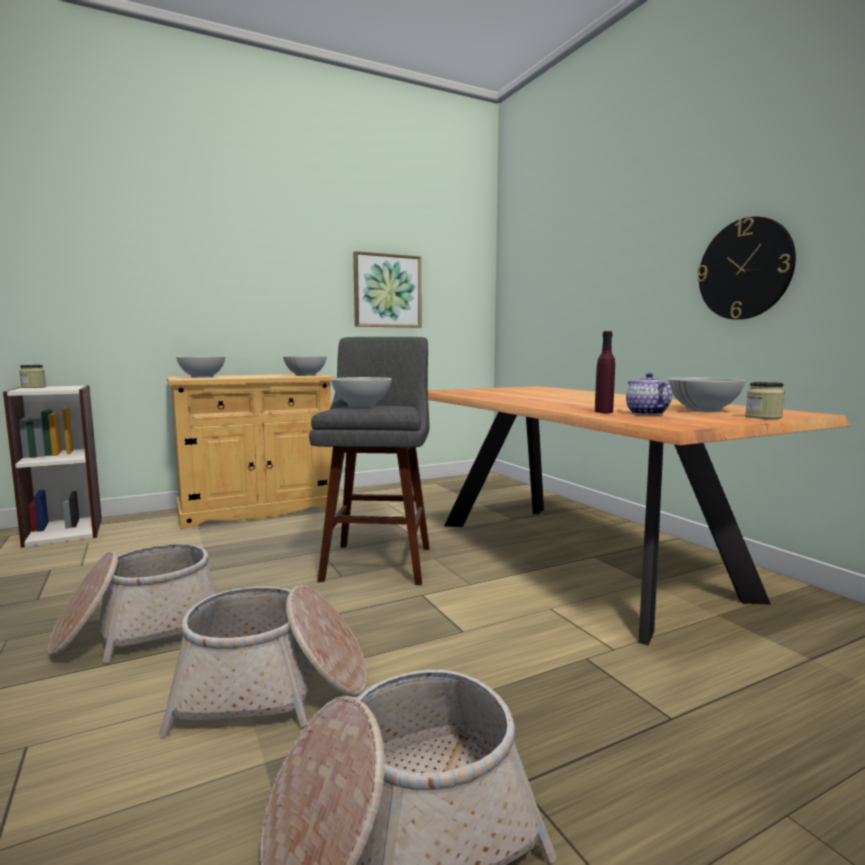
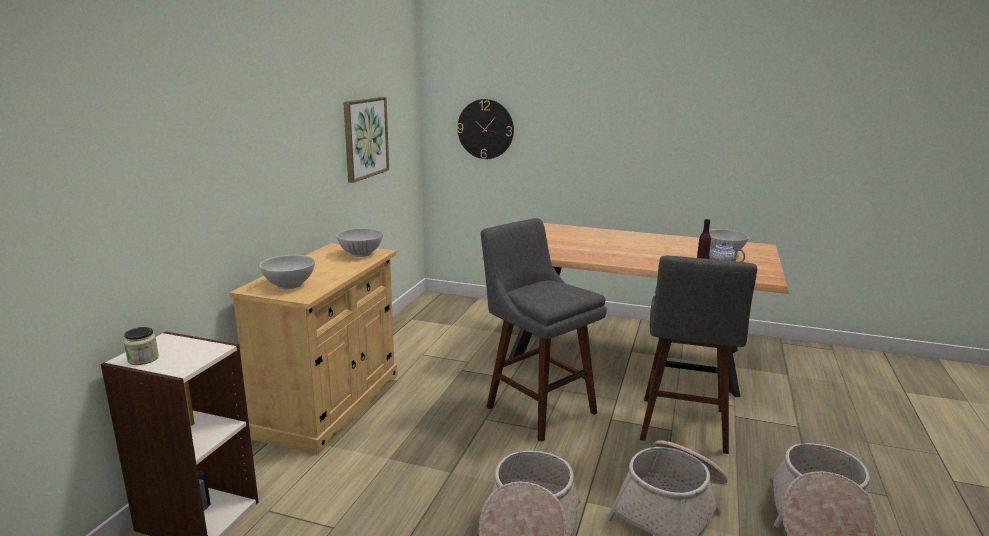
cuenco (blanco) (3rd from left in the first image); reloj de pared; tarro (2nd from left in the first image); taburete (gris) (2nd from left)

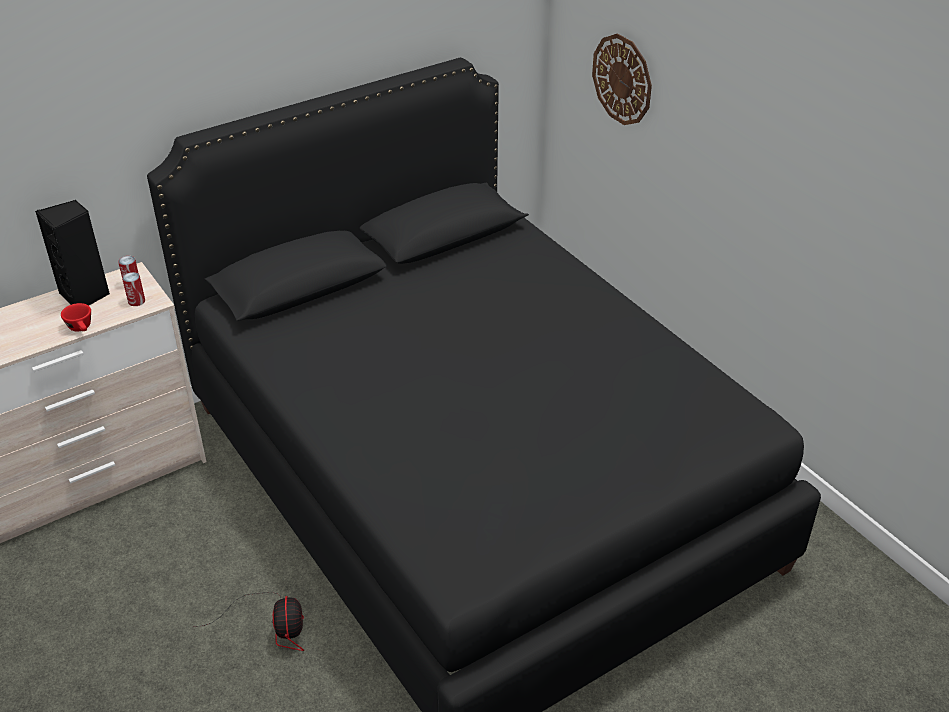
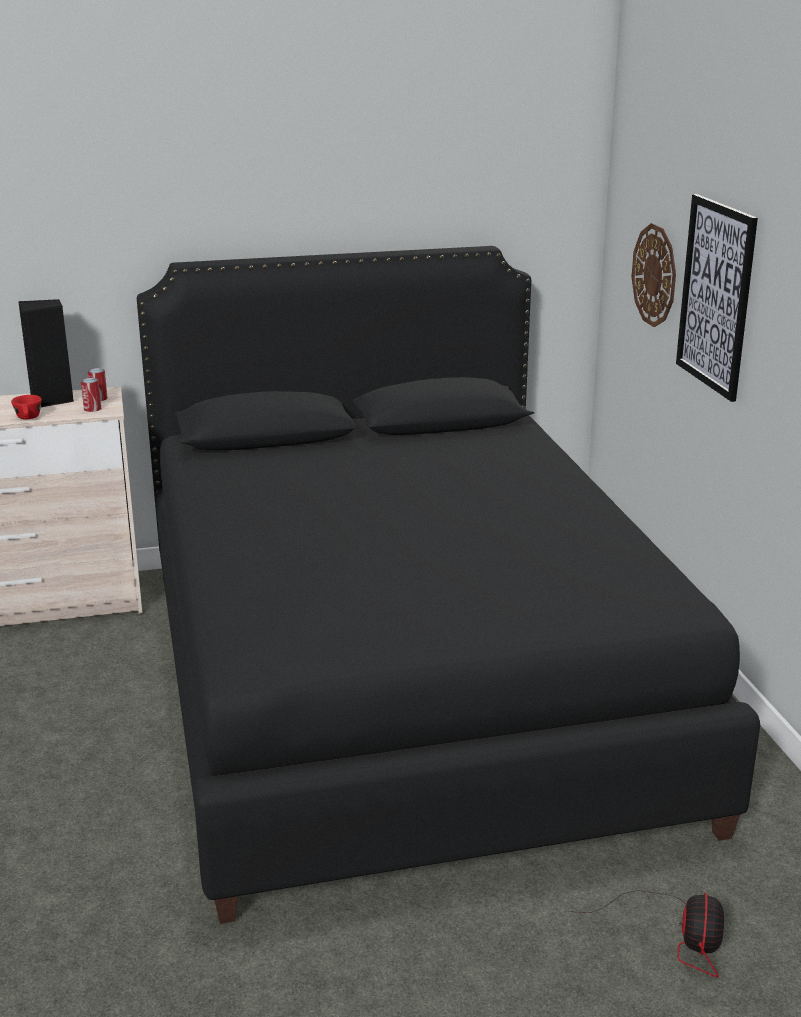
ventilador; cuadro

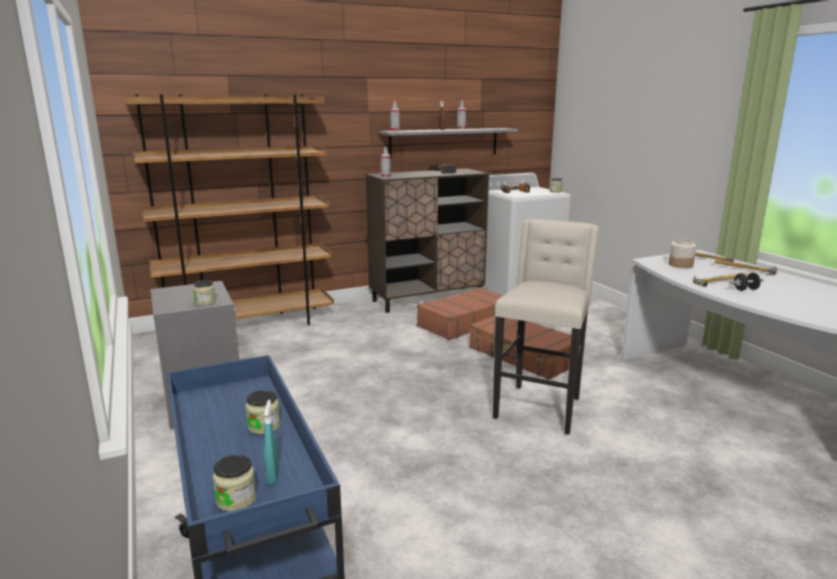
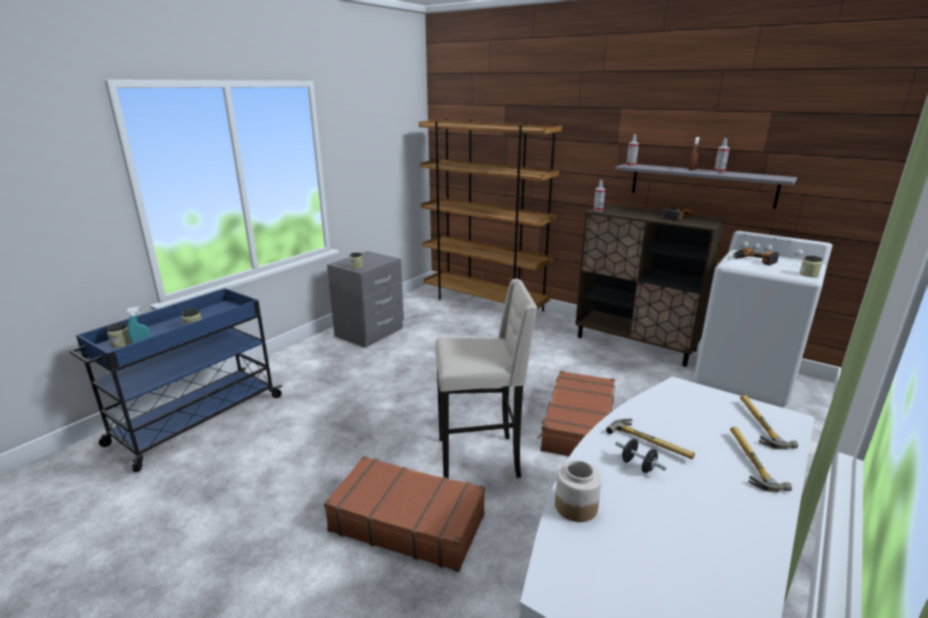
maleta (marrón) (1st from left); tarro (4th from left)

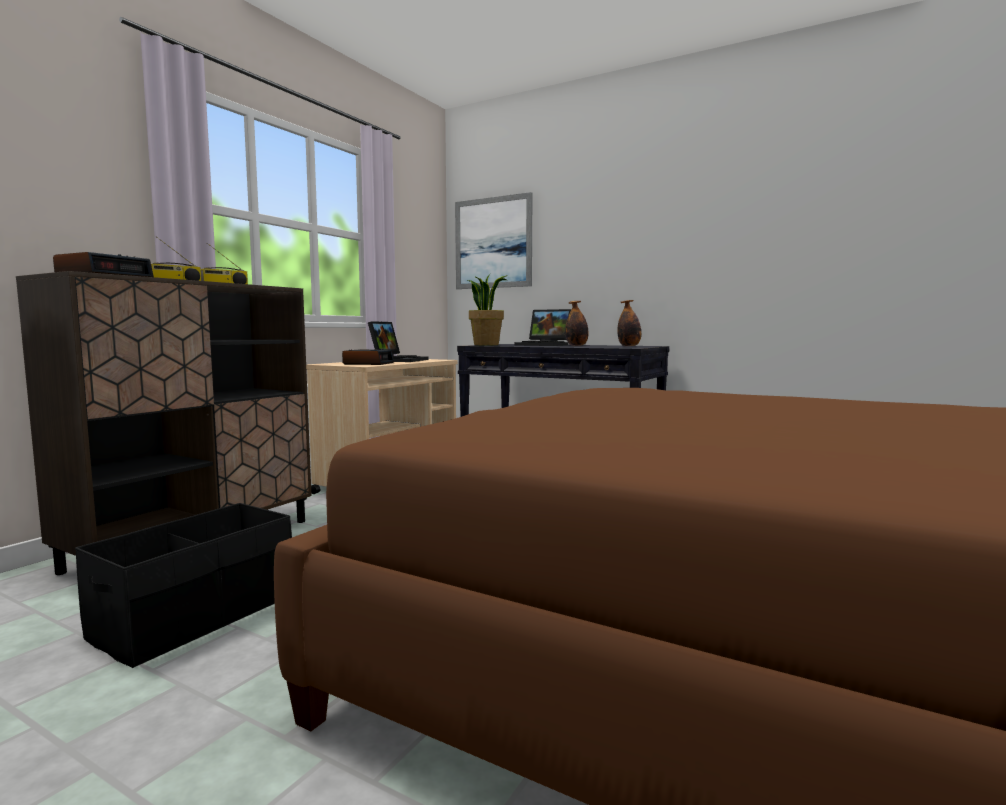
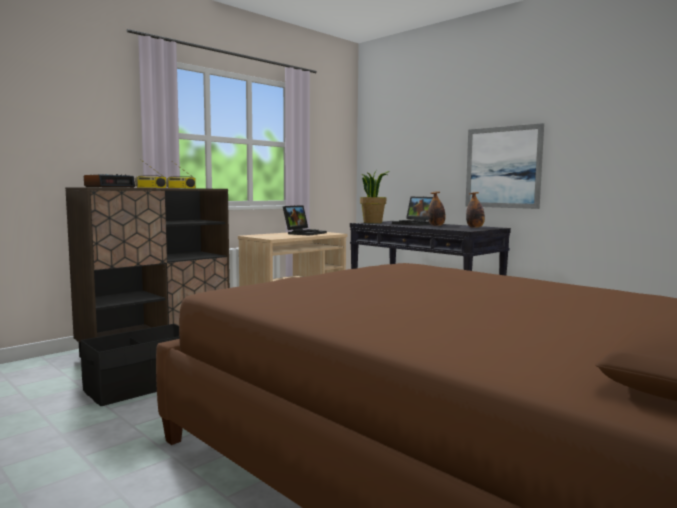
despertador (2nd from left in the first image); cuadro

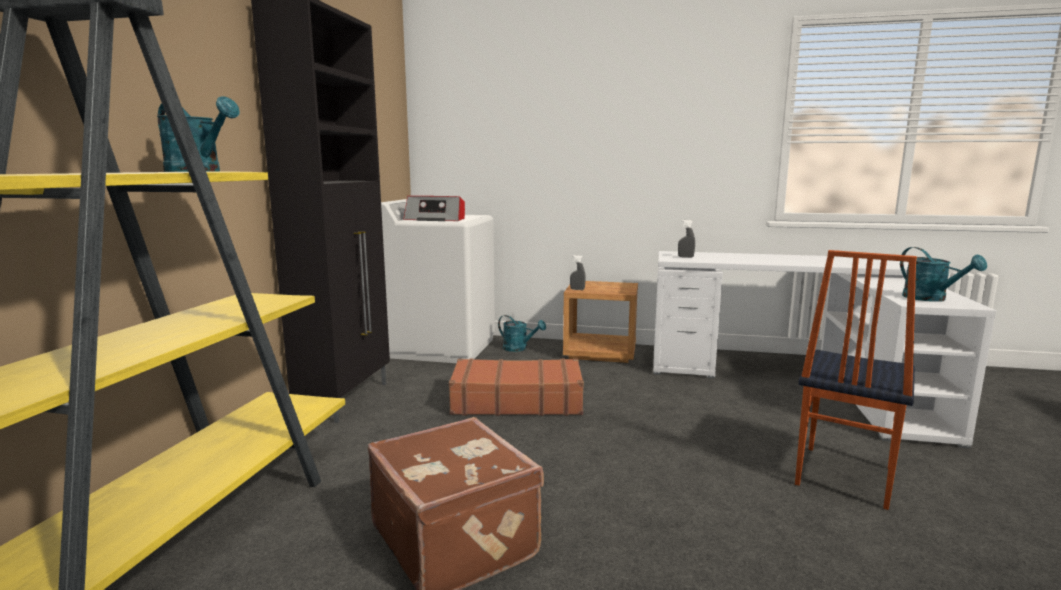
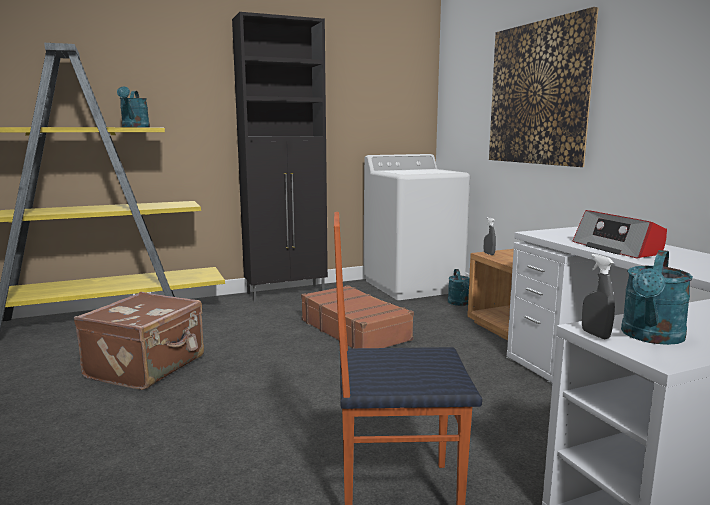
radio; pulverizador (gris) (2nd from left); cuadro

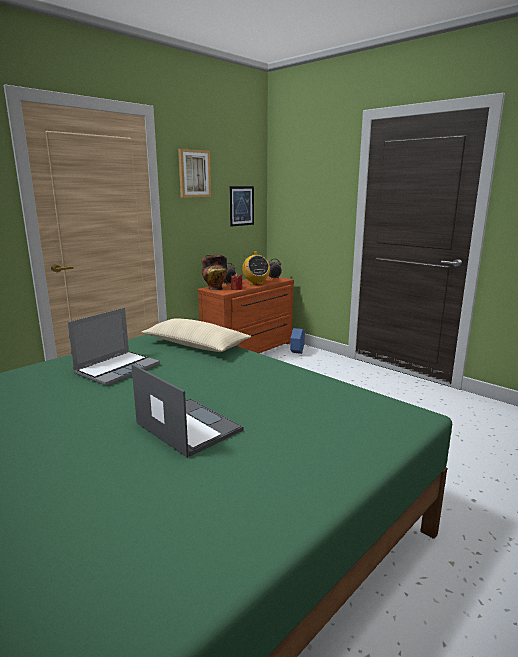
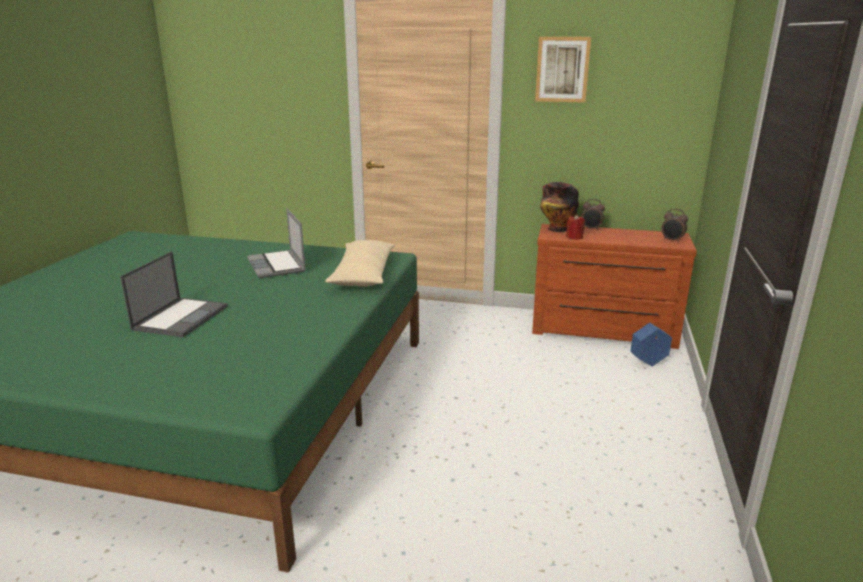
portátil (2nd from left); cuadro (2nd from left in the first image); radio

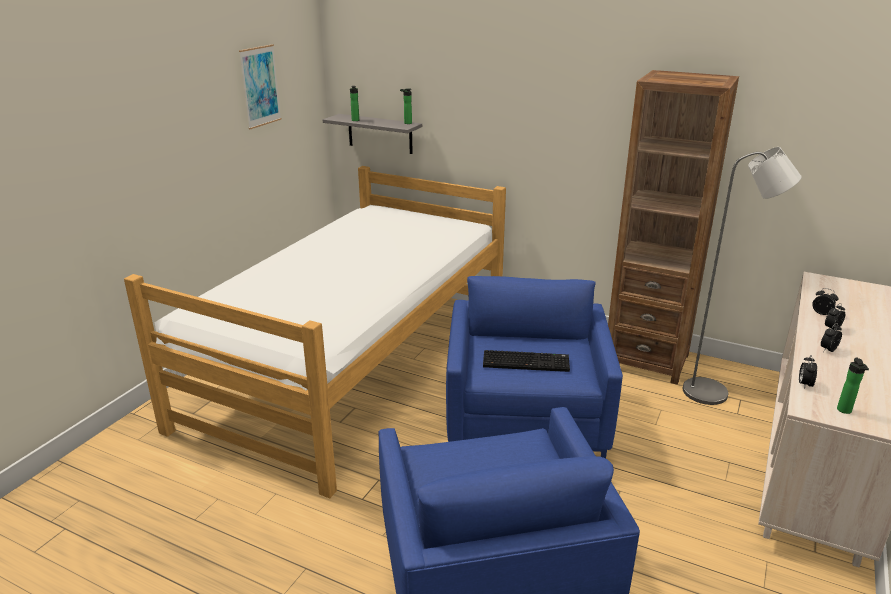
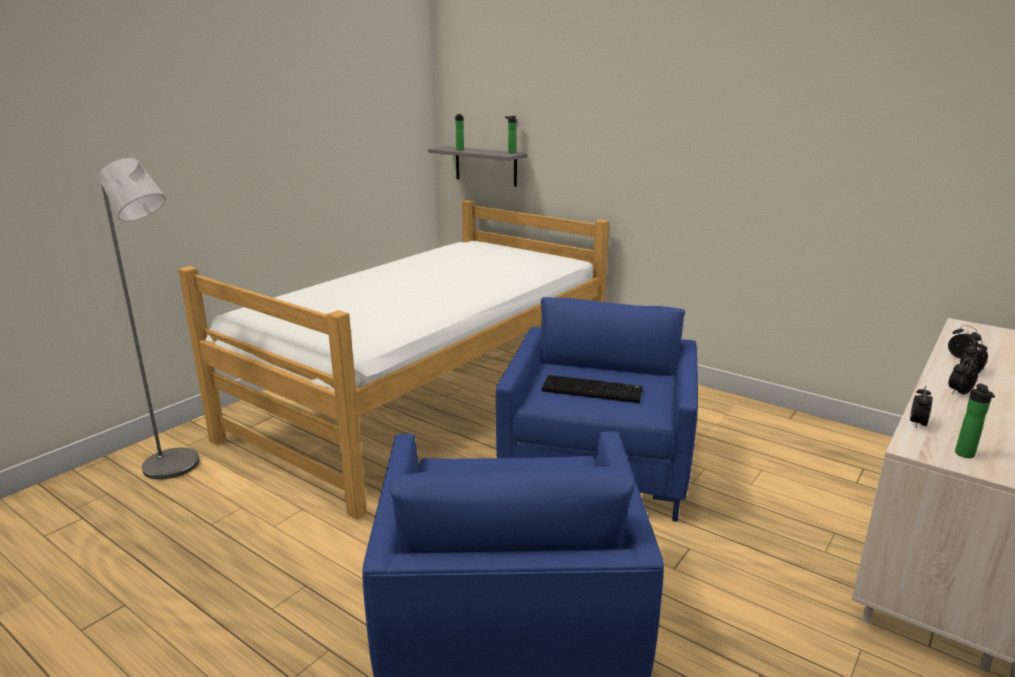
cuadro; estantería (marrón); lámpara de pie (gris)

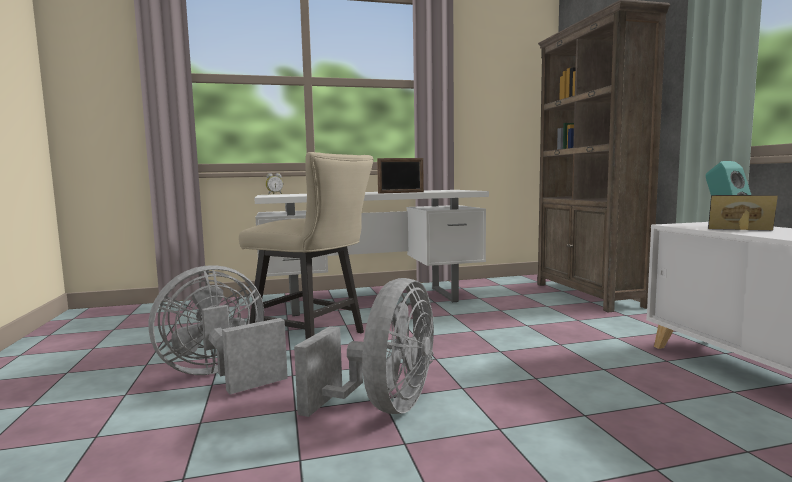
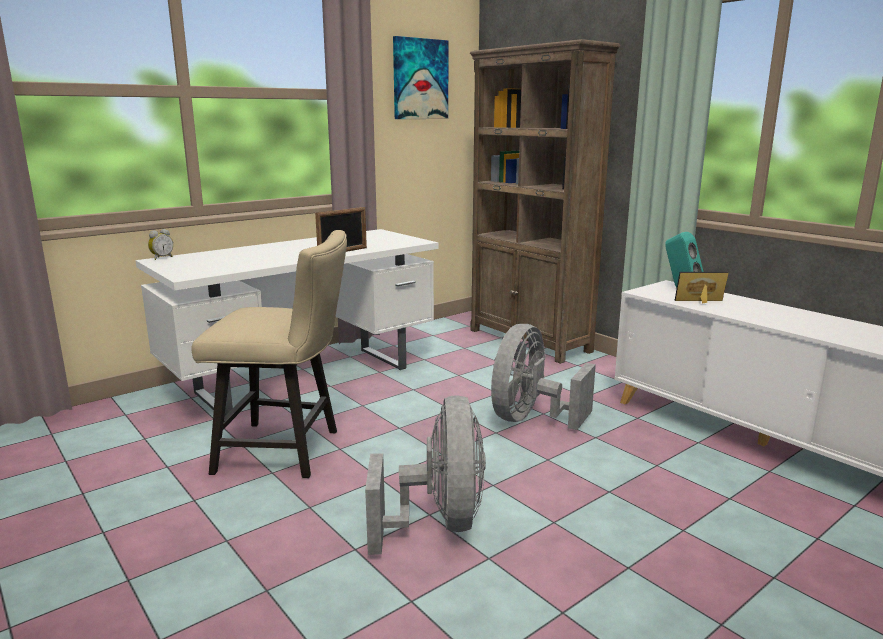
ventilador (gris) (2nd from left); cuadro

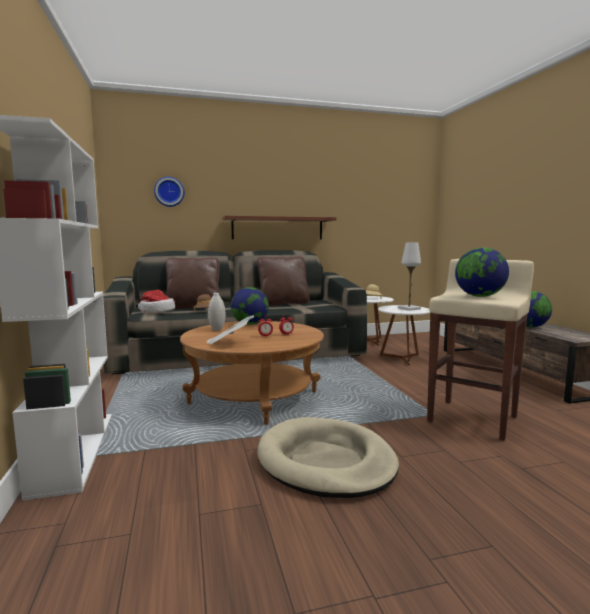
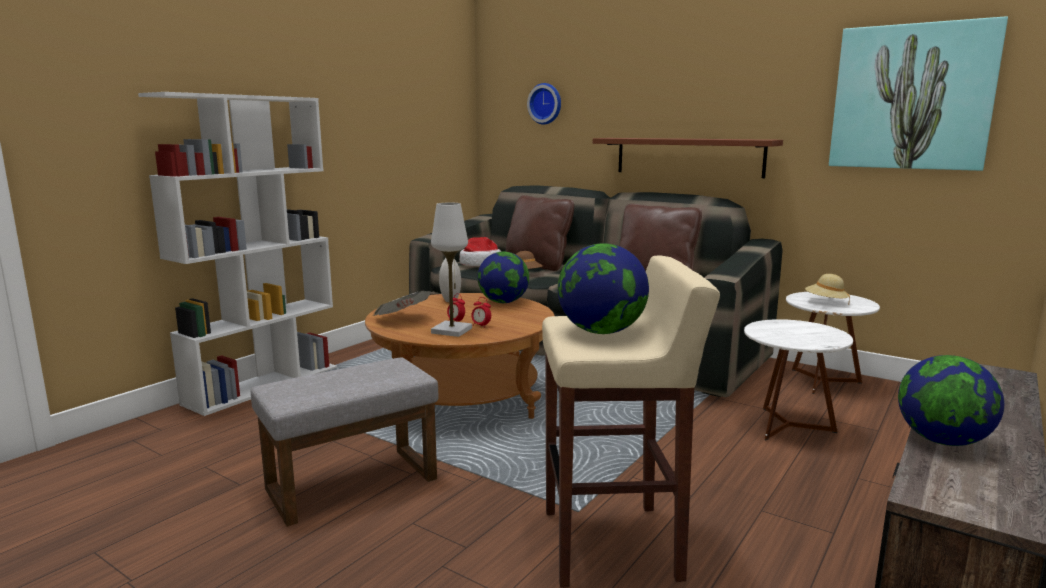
puf (gris); lámpara de mesa (blanco); cuadro

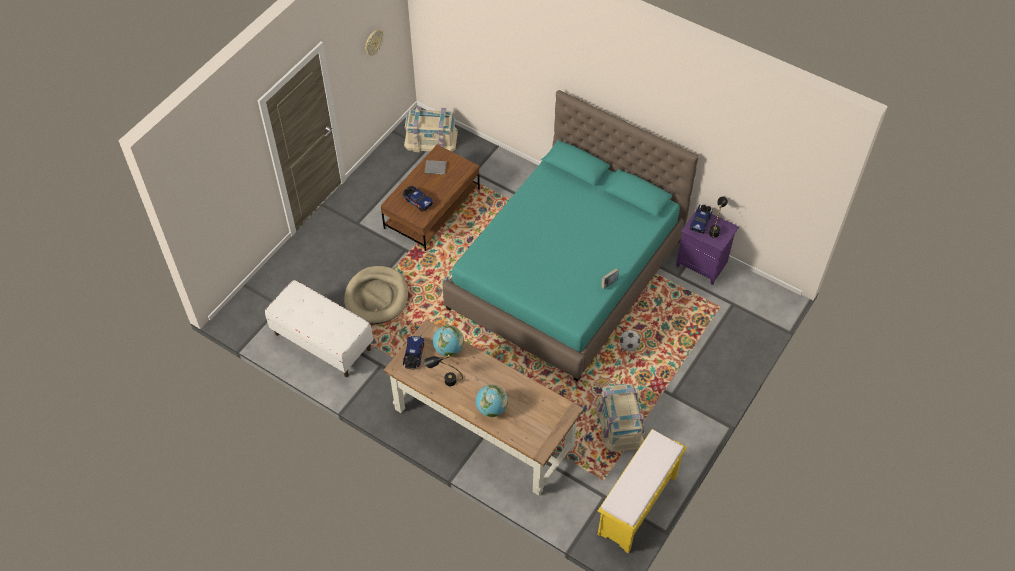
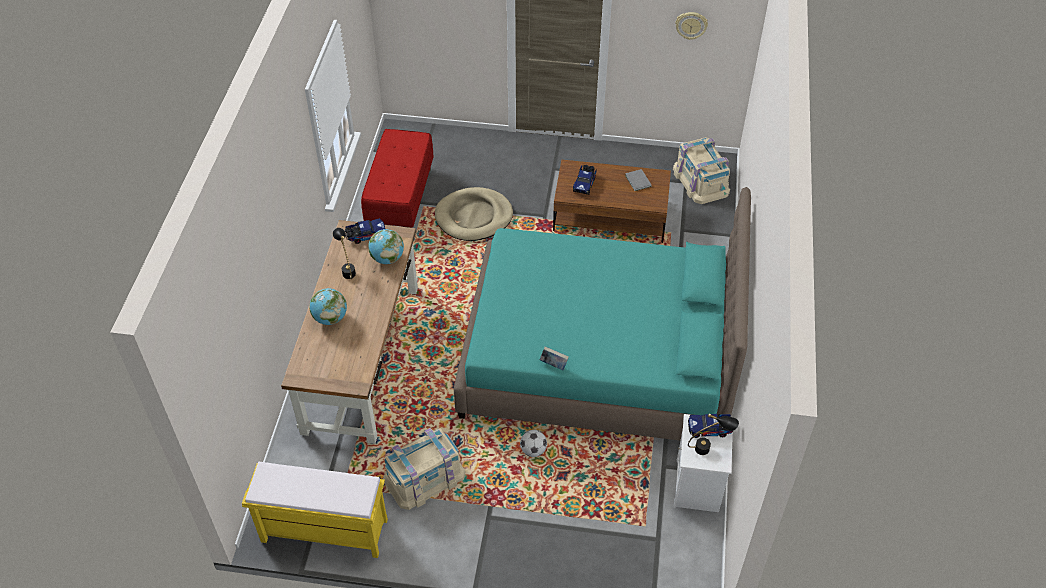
banco (rojo); mesita de noche (blanco)

